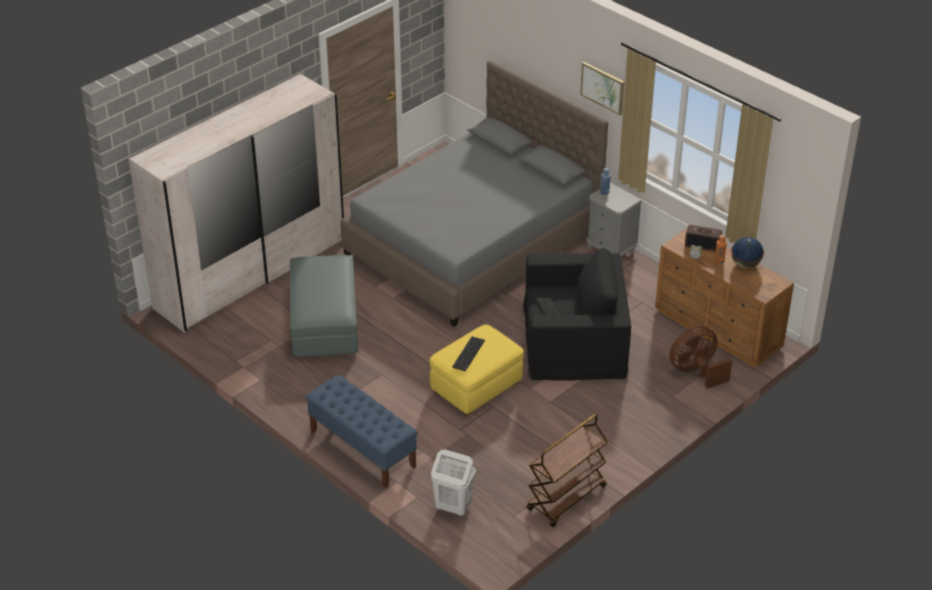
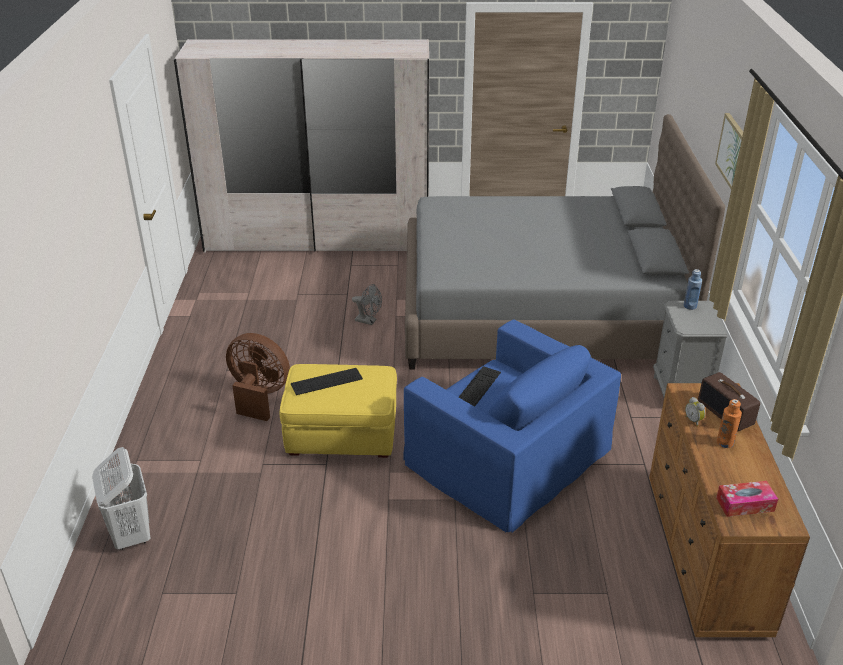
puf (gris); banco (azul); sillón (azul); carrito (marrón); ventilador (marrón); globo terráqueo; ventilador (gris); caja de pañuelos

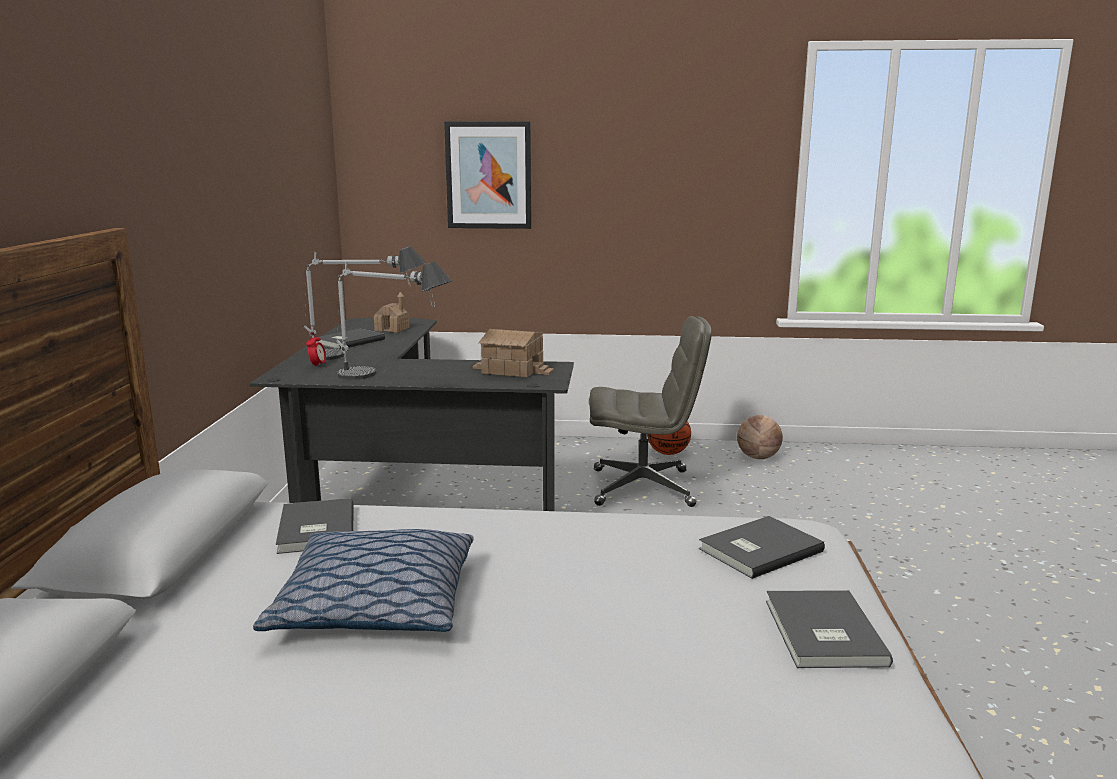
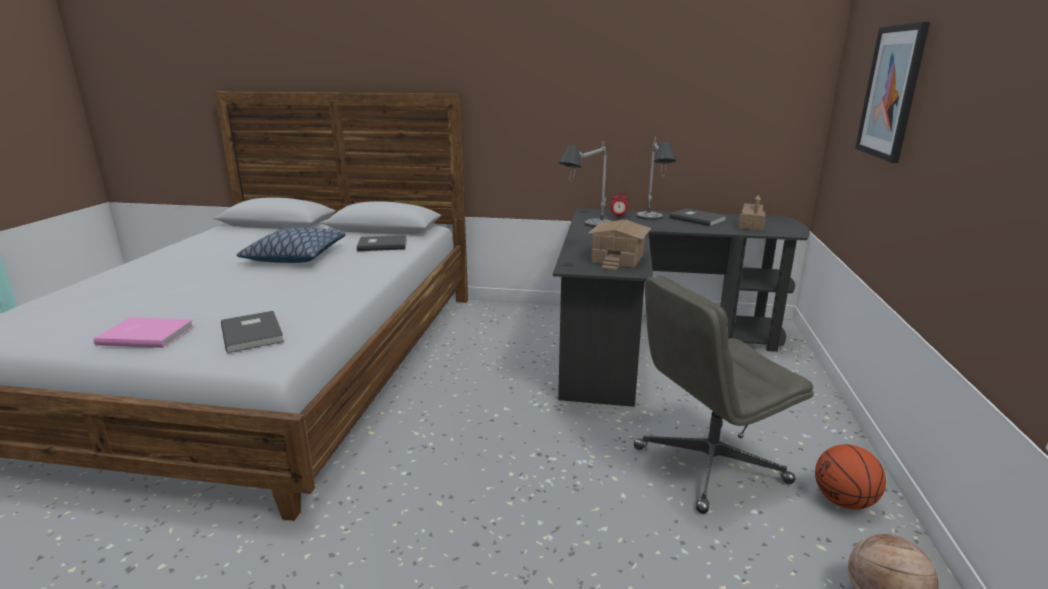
silla de oficina (gris); libro (rosa)

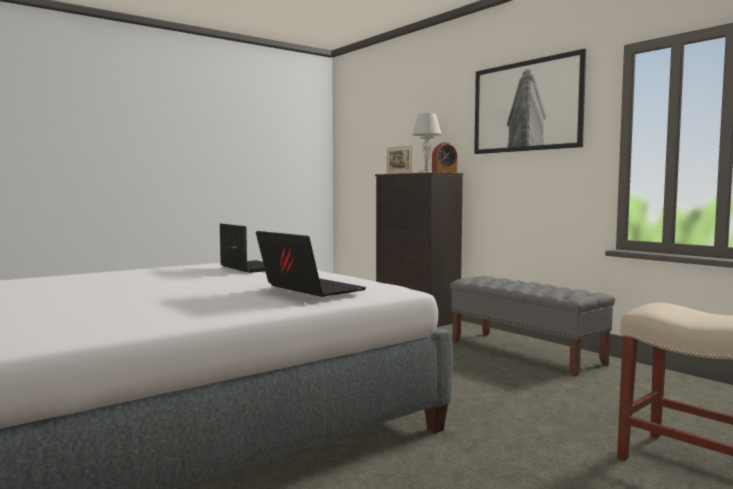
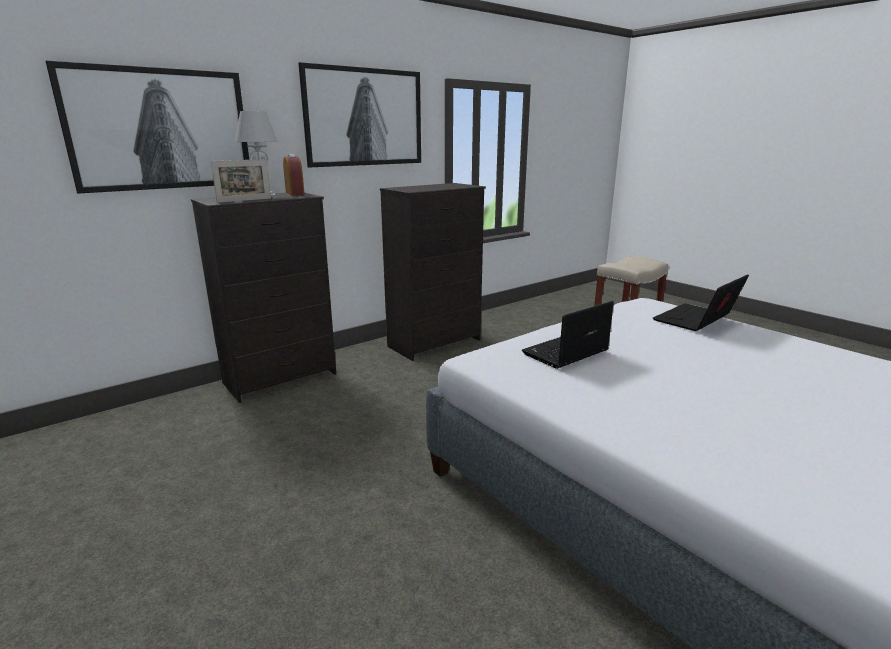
cómoda (negro) (2nd from left); cuadro (1st from left)

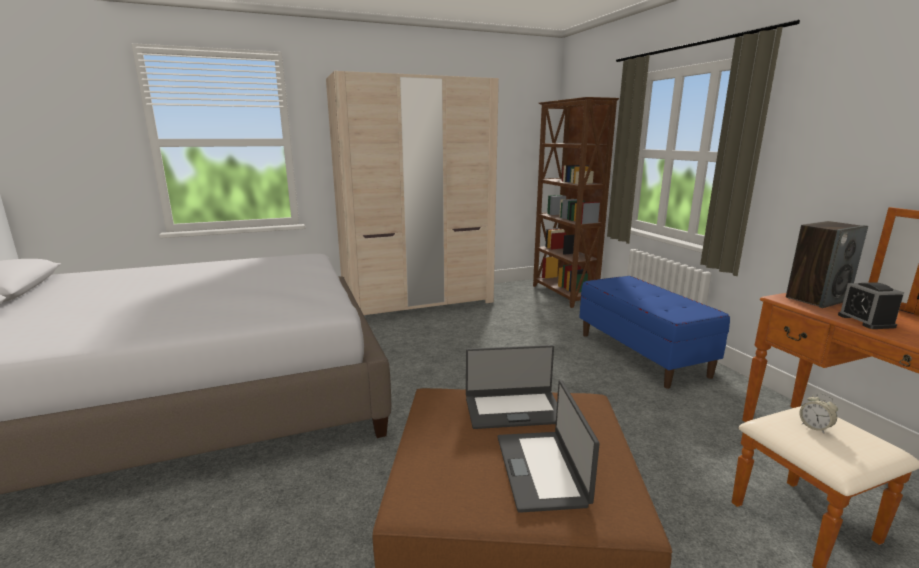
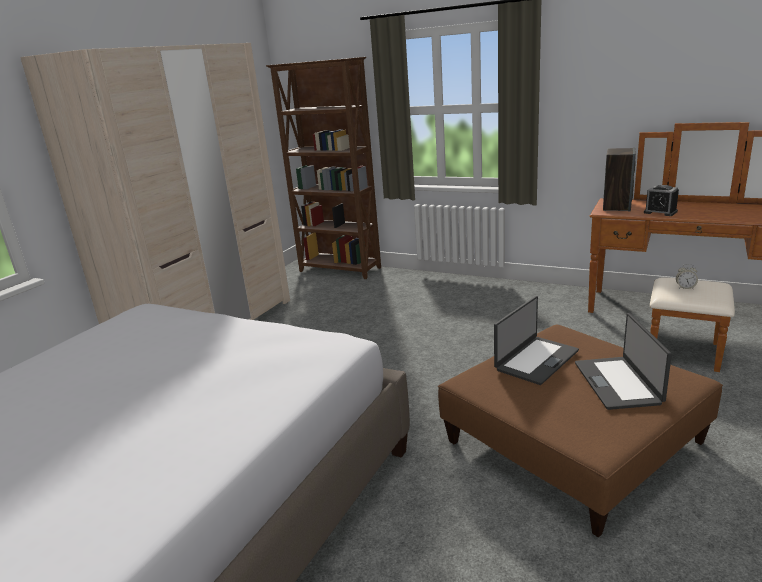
portátil (2nd from left); banco (azul)

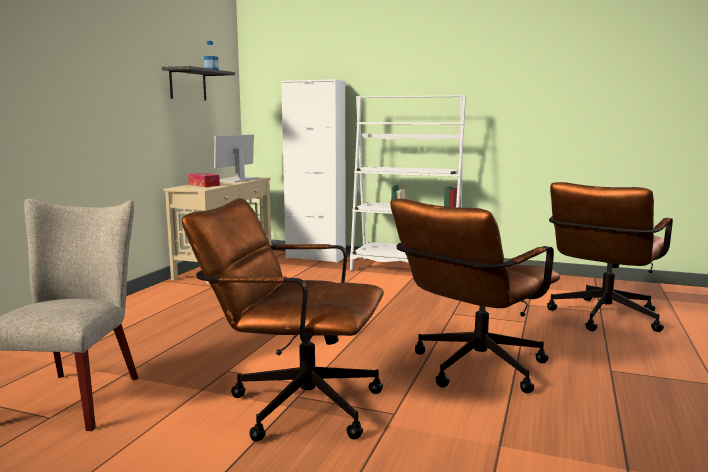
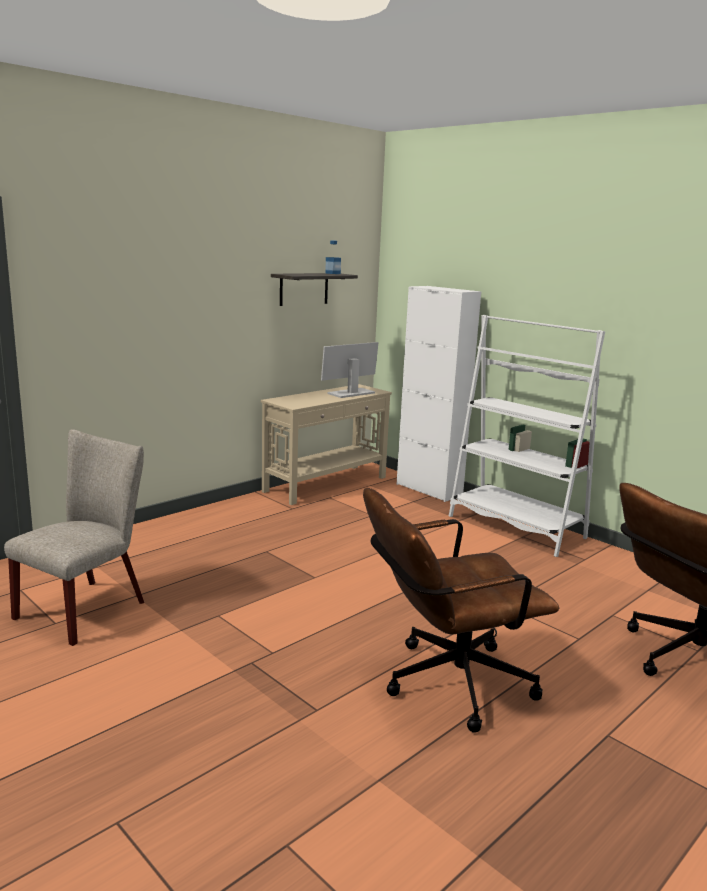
silla de oficina (marrón) (1st from left in the first image); caja de pañuelos

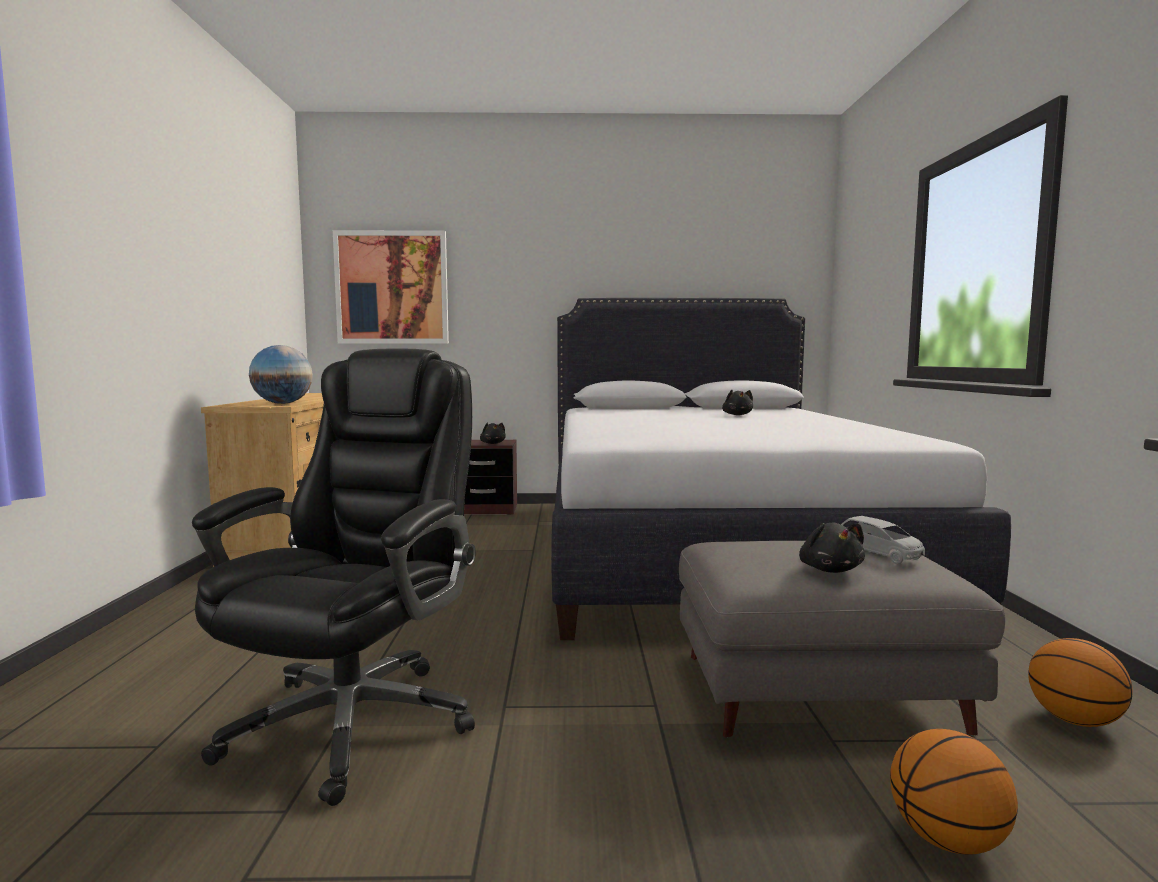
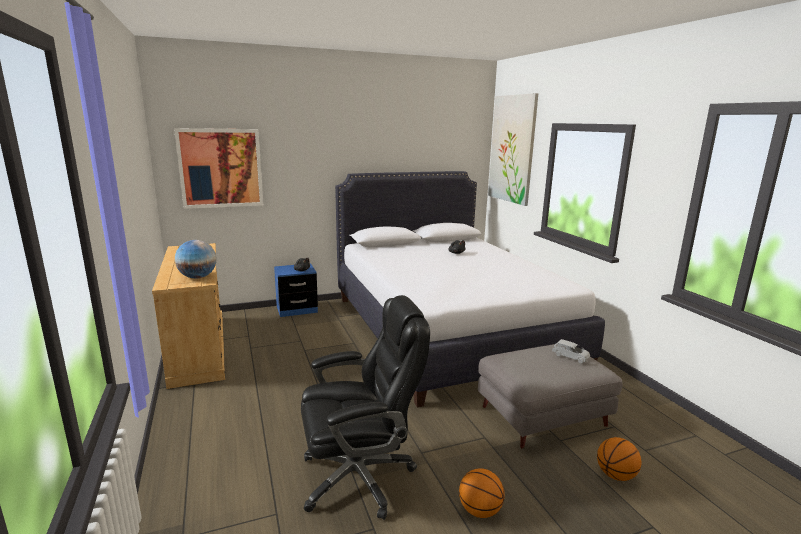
silla de oficina (negro); mesita de noche (azul); peluche (negro) (3rd from left in the first image); balón de baloncesto (1st from left); cuadro (2nd from left)

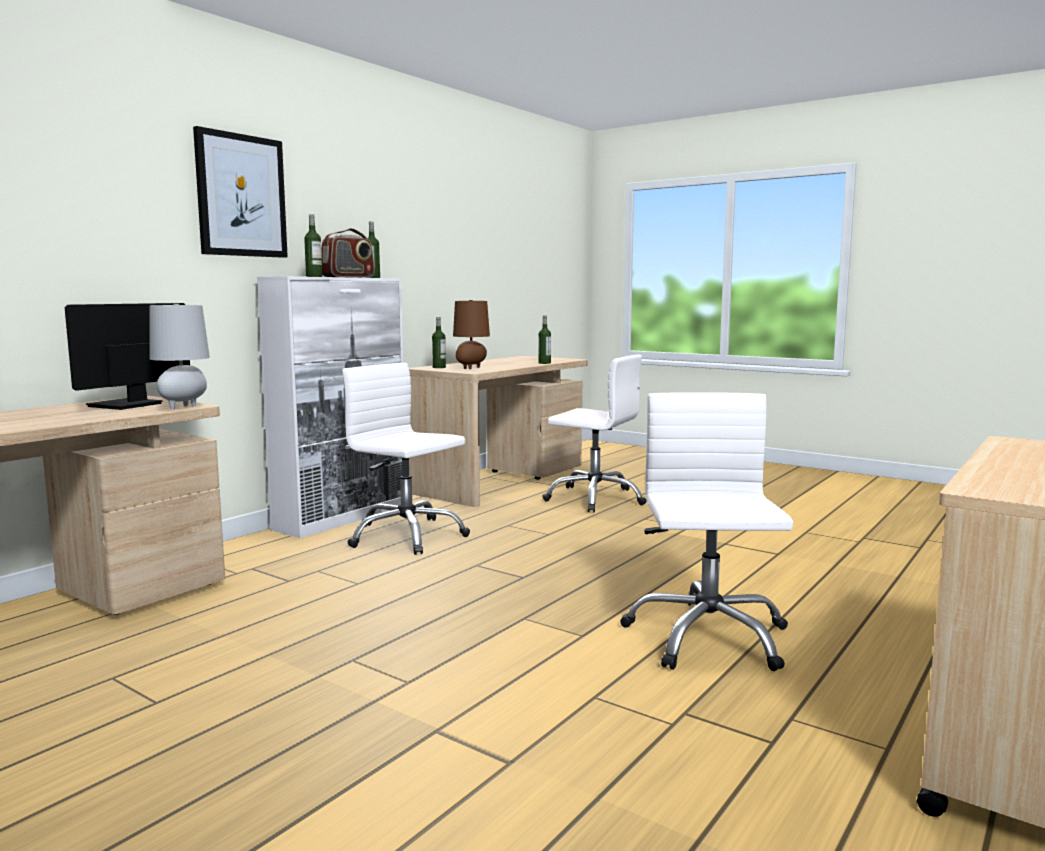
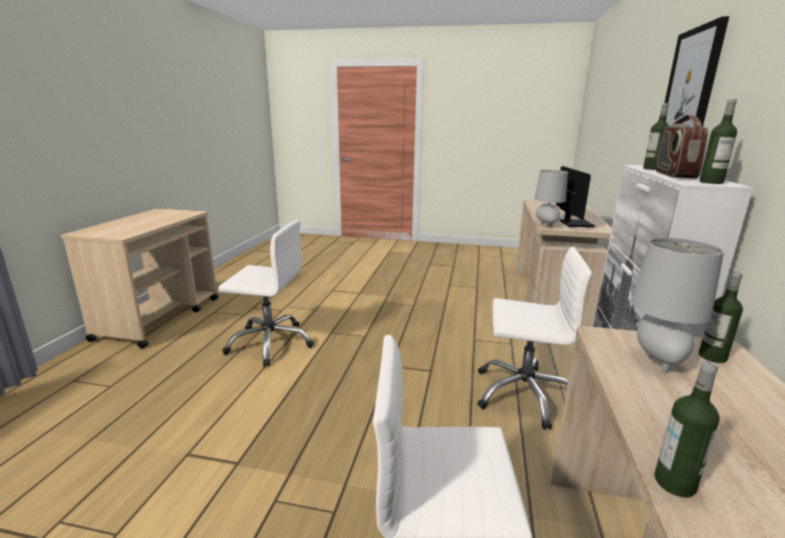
lámpara de mesa (gris) (2nd from left); silla de oficina (blanco) (1st from left)

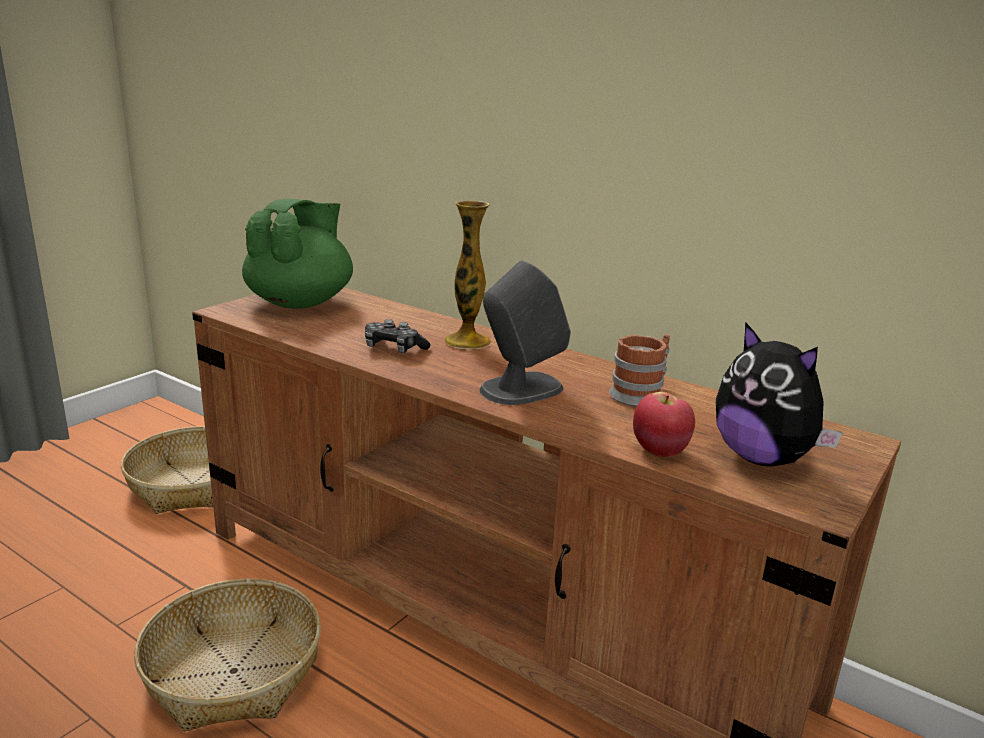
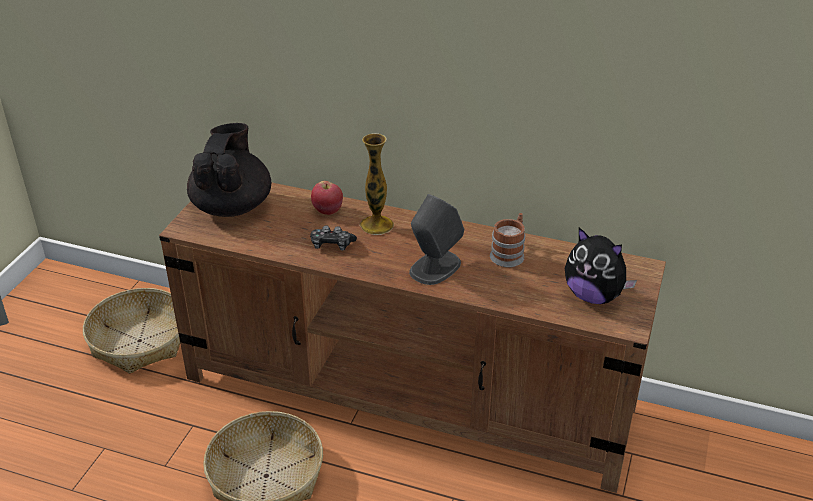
tetera (negro); manzana

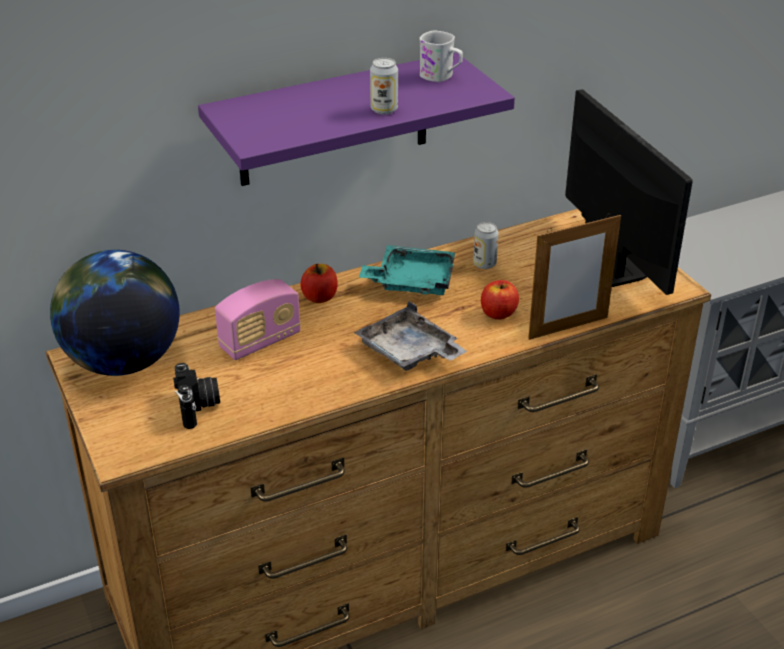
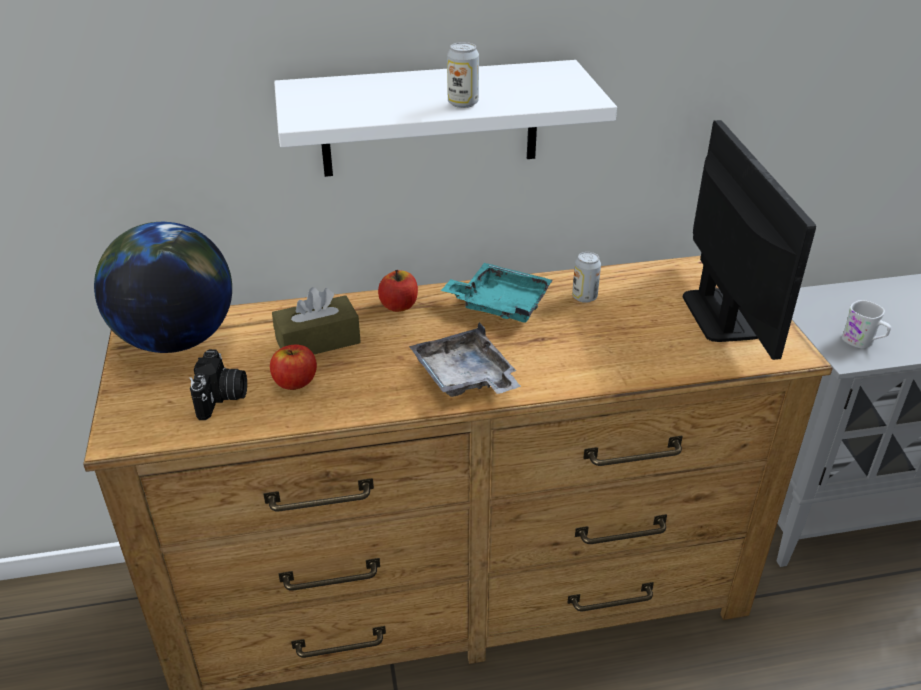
estante (blanco); caja de pañuelos (marrón); taza grande (blanco); manzana (1st from left); portarretratos

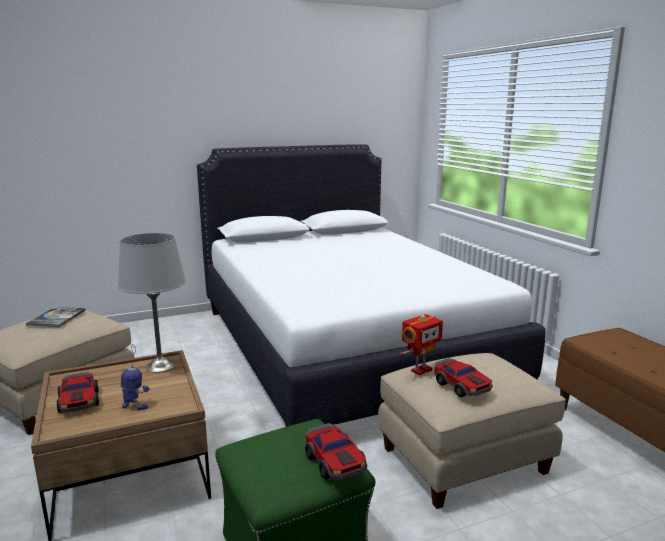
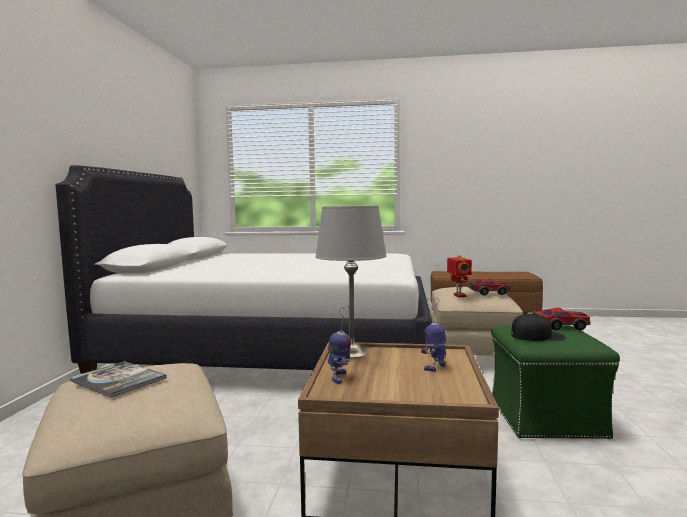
coche de juguete (1st from left in the first image); robot de juguete (1st from left); gorra (negro)

